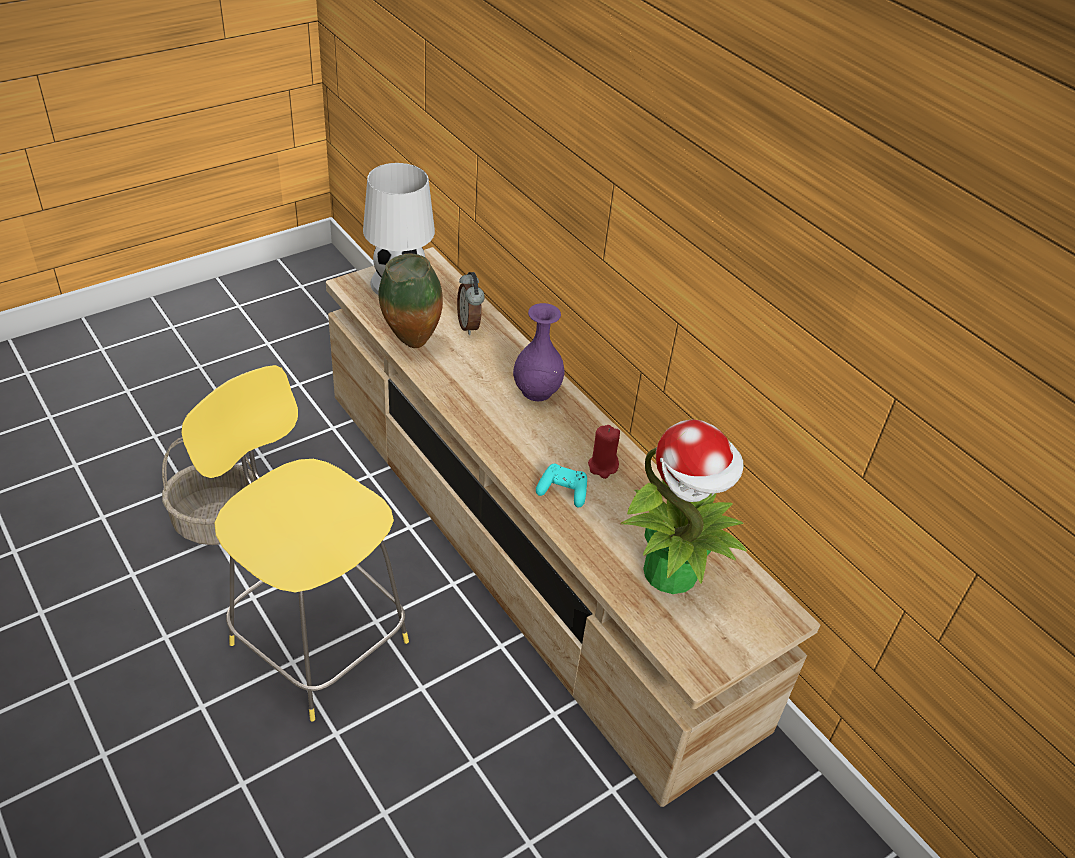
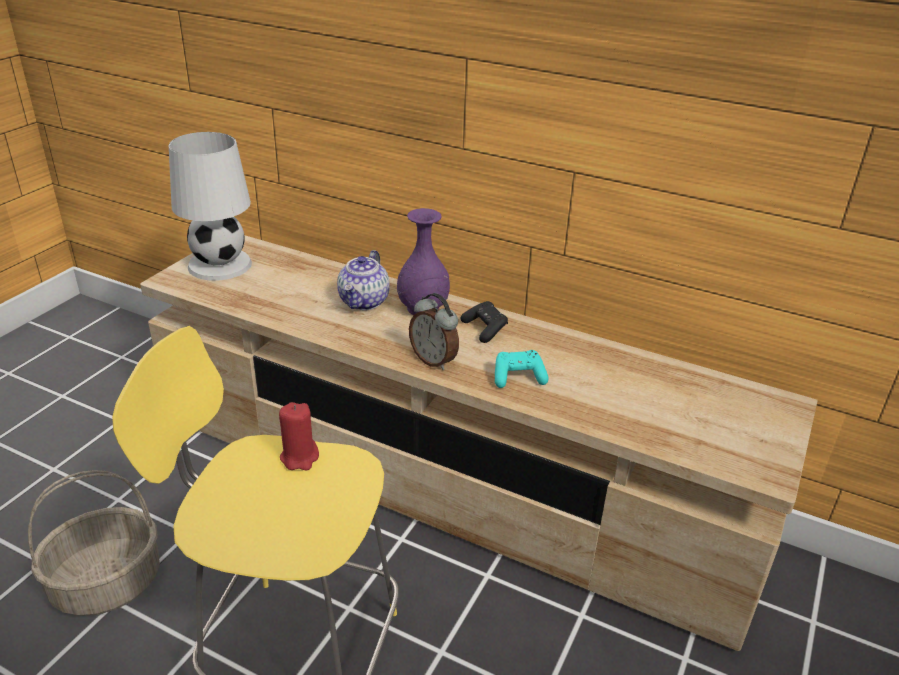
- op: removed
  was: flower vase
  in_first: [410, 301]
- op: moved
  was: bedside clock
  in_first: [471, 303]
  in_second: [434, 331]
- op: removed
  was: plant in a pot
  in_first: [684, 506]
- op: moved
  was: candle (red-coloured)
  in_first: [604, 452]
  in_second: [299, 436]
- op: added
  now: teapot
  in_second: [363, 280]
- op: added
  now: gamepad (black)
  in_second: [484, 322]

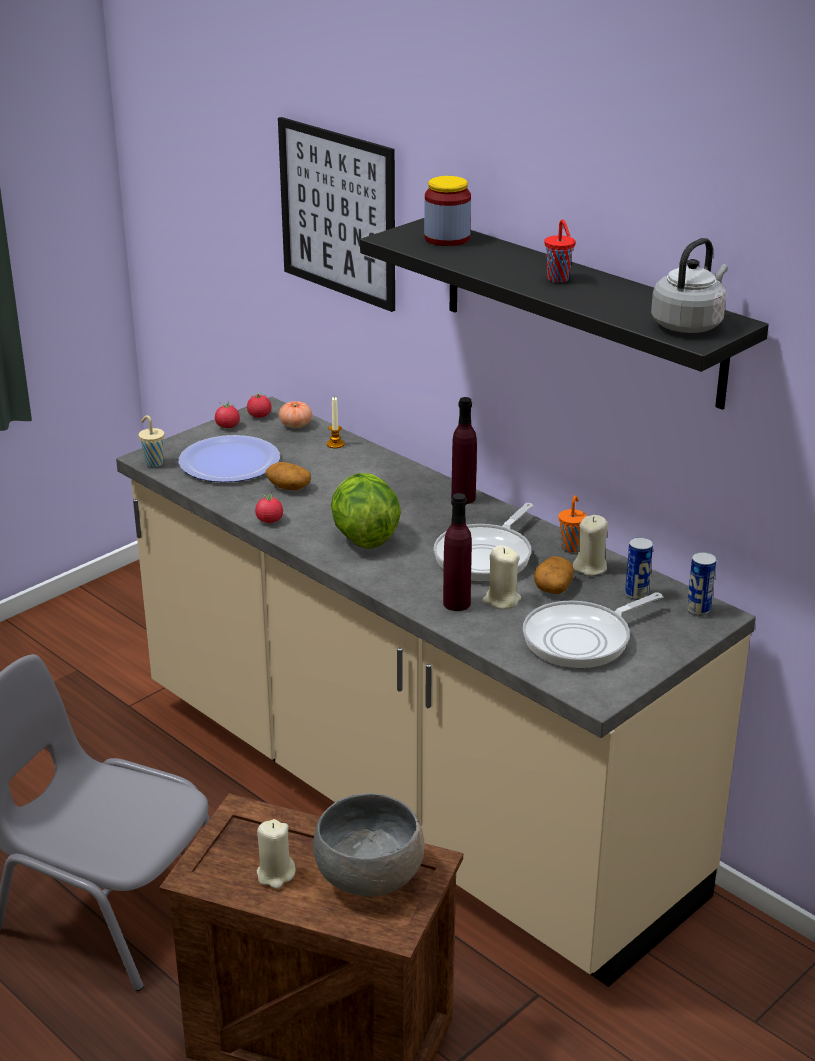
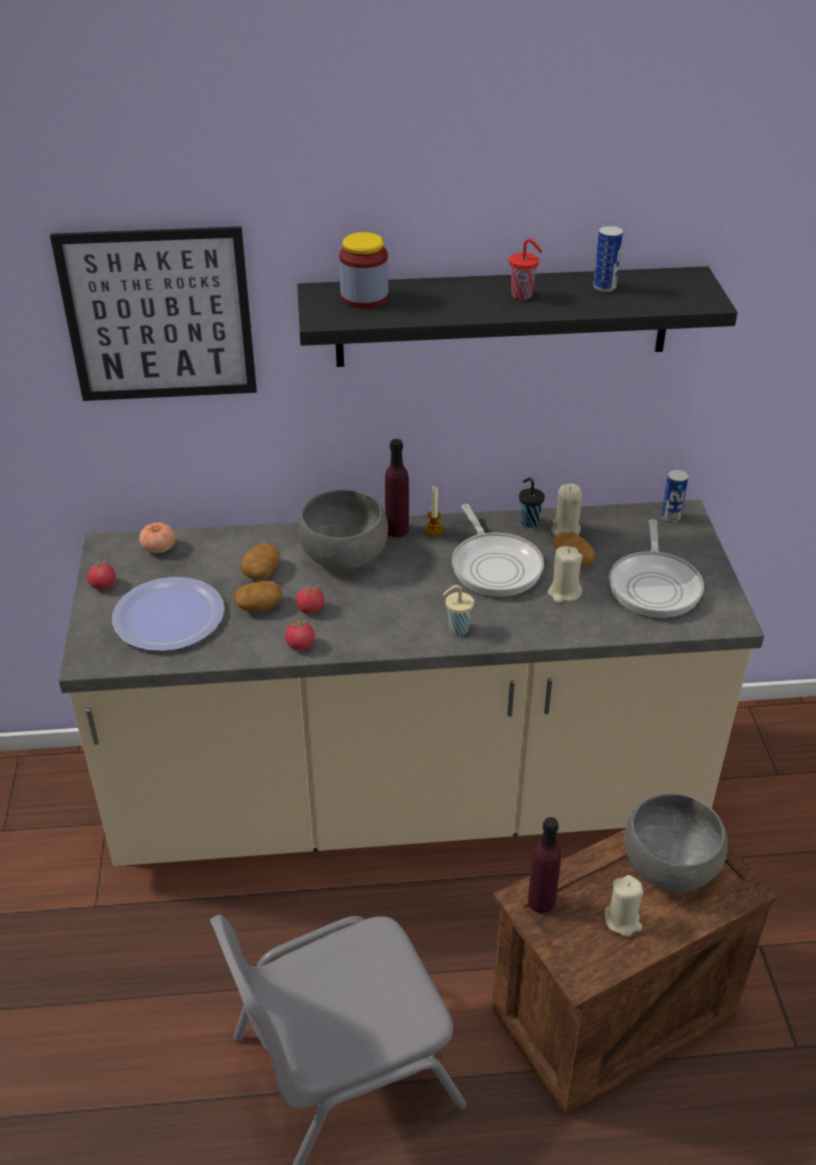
- op: removed
  was: water kettle (greyish)
  in_first: [689, 285]
- op: moved
  was: tomato
  in_first: [259, 405]
  in_second: [310, 599]
- op: moved
  was: candle
  in_first: [335, 422]
  in_second: [434, 511]
- op: moved
  was: small cup (sand-coloured)
  in_first: [151, 441]
  in_second: [458, 610]
- op: removed
  was: lettuce head
  in_first: [366, 510]
- op: moved
  was: drink bottle (purple)
  in_first: [457, 552]
  in_second: [544, 865]
- op: recoloured
  was: small cup (orange)
  now: small cup (black)
  in_first: [572, 524]
  in_second: [532, 503]
- op: moved
  was: can
  in_first: [639, 568]
  in_second: [608, 258]
- op: added
  now: bowl (greyish)
  in_second: [343, 529]
- op: added
  now: potato
  in_second: [260, 561]

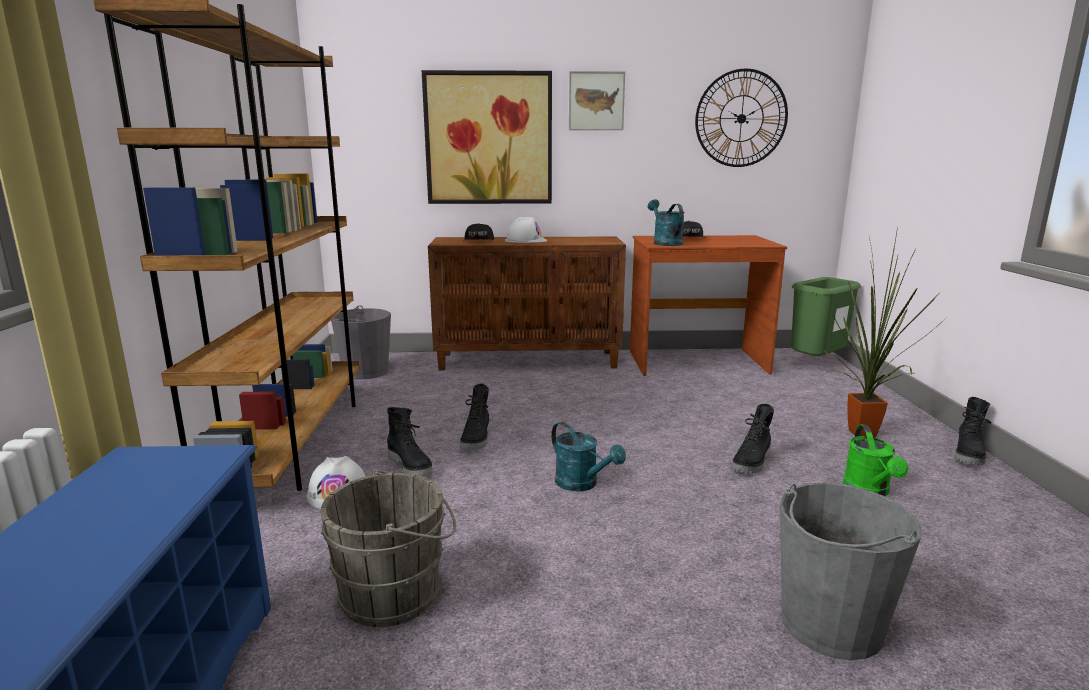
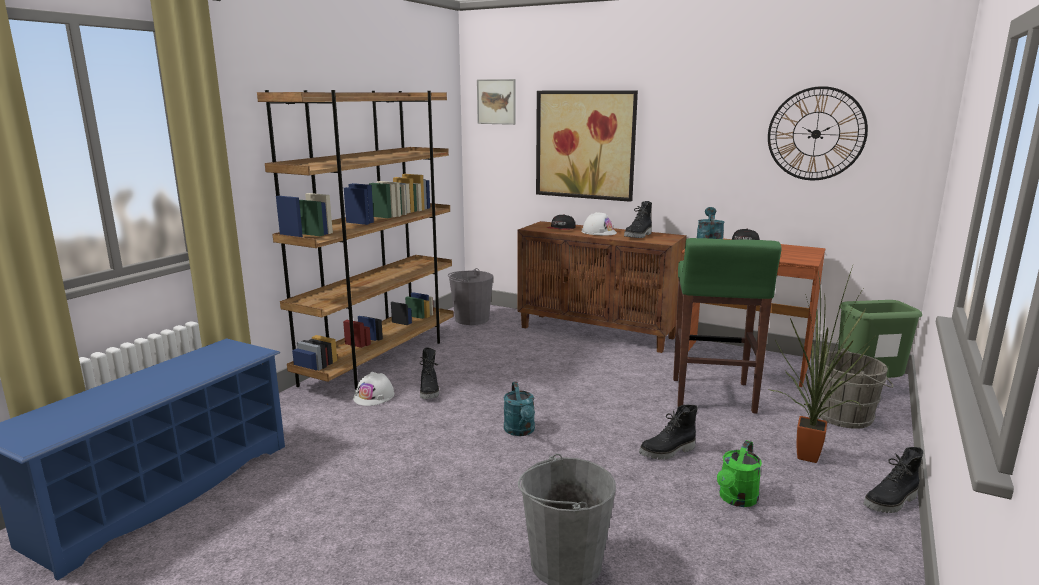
- op: moved
  was: wall picture
  in_first: [597, 100]
  in_second: [496, 102]
- op: moved
  was: high-top boot (black)
  in_first: [475, 417]
  in_second: [638, 219]
- op: moved
  was: pail (greyish)
  in_first: [388, 548]
  in_second: [855, 388]
- op: added
  now: stool (green)
  in_second: [727, 326]

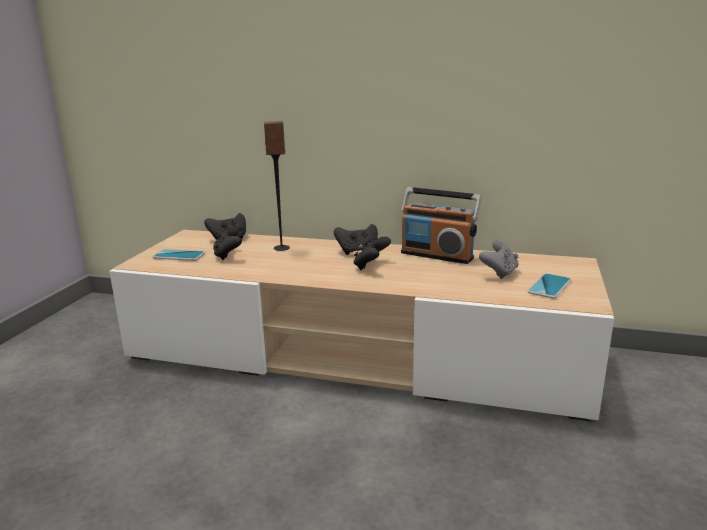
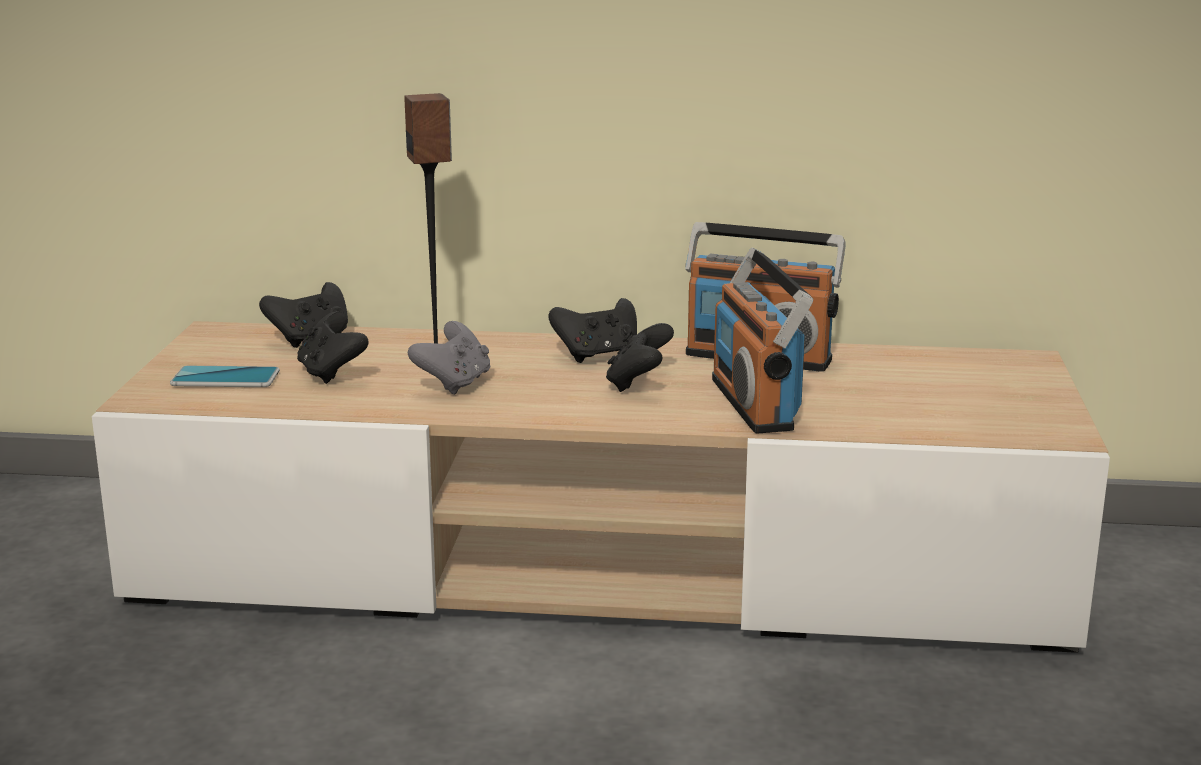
- op: moved
  was: gamepad (greyish)
  in_first: [498, 259]
  in_second: [449, 358]
- op: removed
  was: handset
  in_first: [549, 285]
- op: added
  now: radio
  in_second: [762, 341]

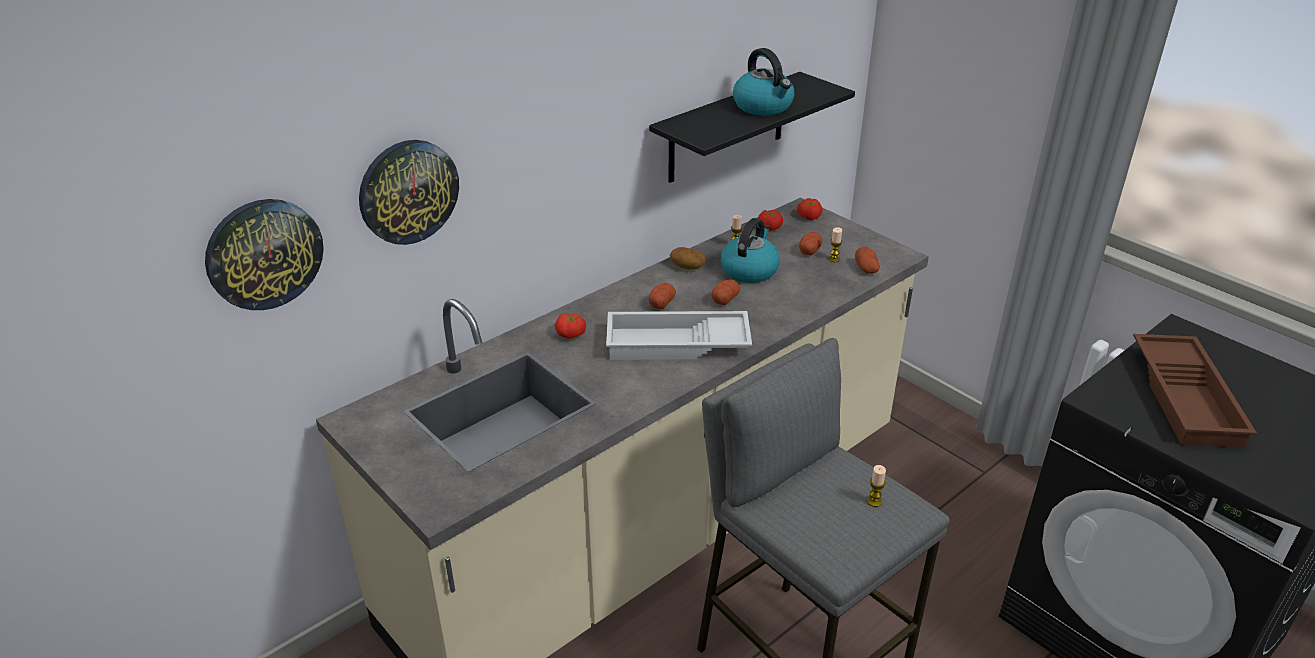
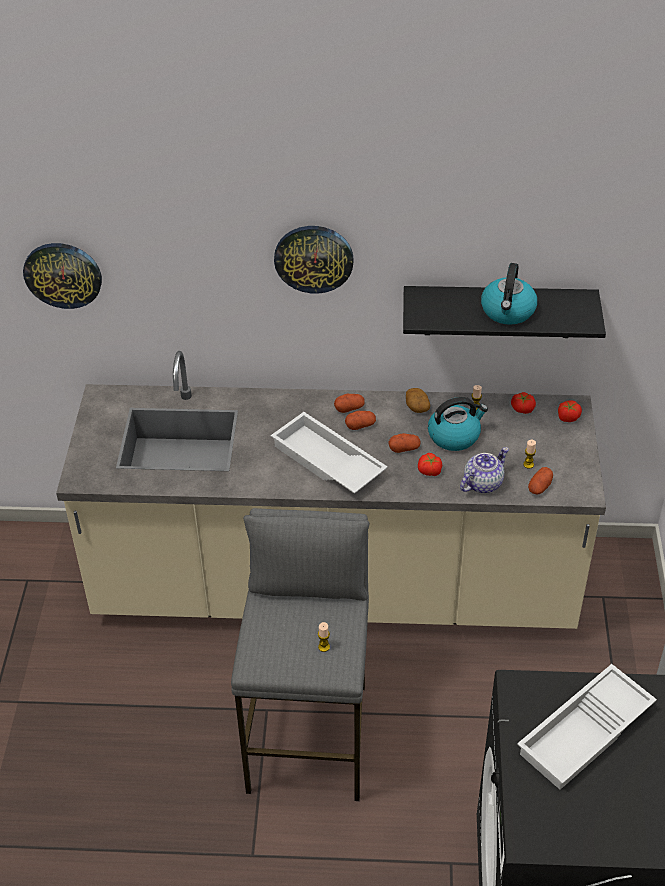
- op: moved
  was: hanging clock
  in_first: [409, 192]
  in_second: [314, 260]
- op: moved
  was: potato
  in_first: [811, 243]
  in_second: [349, 403]
- op: moved
  was: tomato
  in_first: [570, 326]
  in_second: [430, 464]
- op: recoloured
  was: carrying tray (brown)
  now: carrying tray (white)
  in_first: [1195, 391]
  in_second: [587, 727]
- op: added
  now: teapot
  in_second: [484, 470]

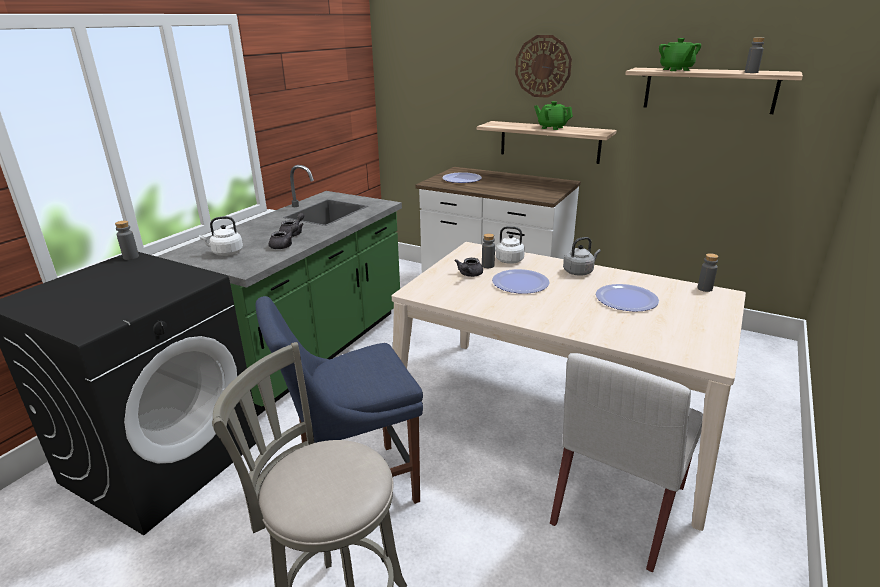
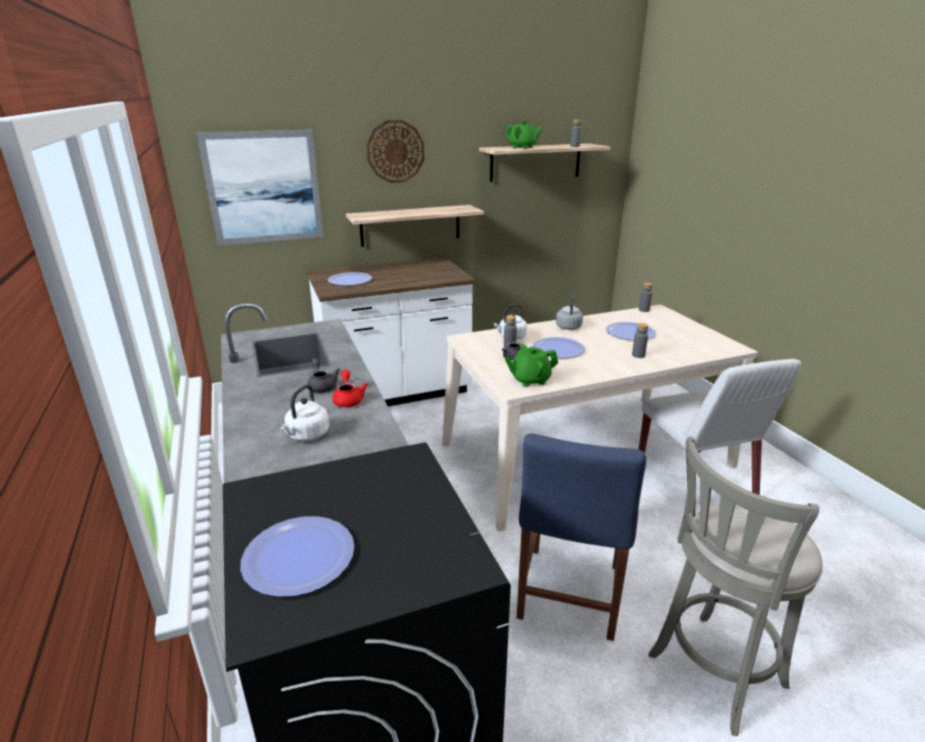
- op: moved
  was: teapot (green)
  in_first: [553, 115]
  in_second: [531, 365]
- op: moved
  was: drink bottle (greyish)
  in_first: [127, 240]
  in_second: [640, 340]
- op: recoloured
  was: teapot (greyish)
  now: teapot (red-coloured)
  in_first: [284, 236]
  in_second: [350, 388]
- op: added
  now: wall picture
  in_second: [260, 188]
- op: added
  now: plate
  in_second: [297, 556]

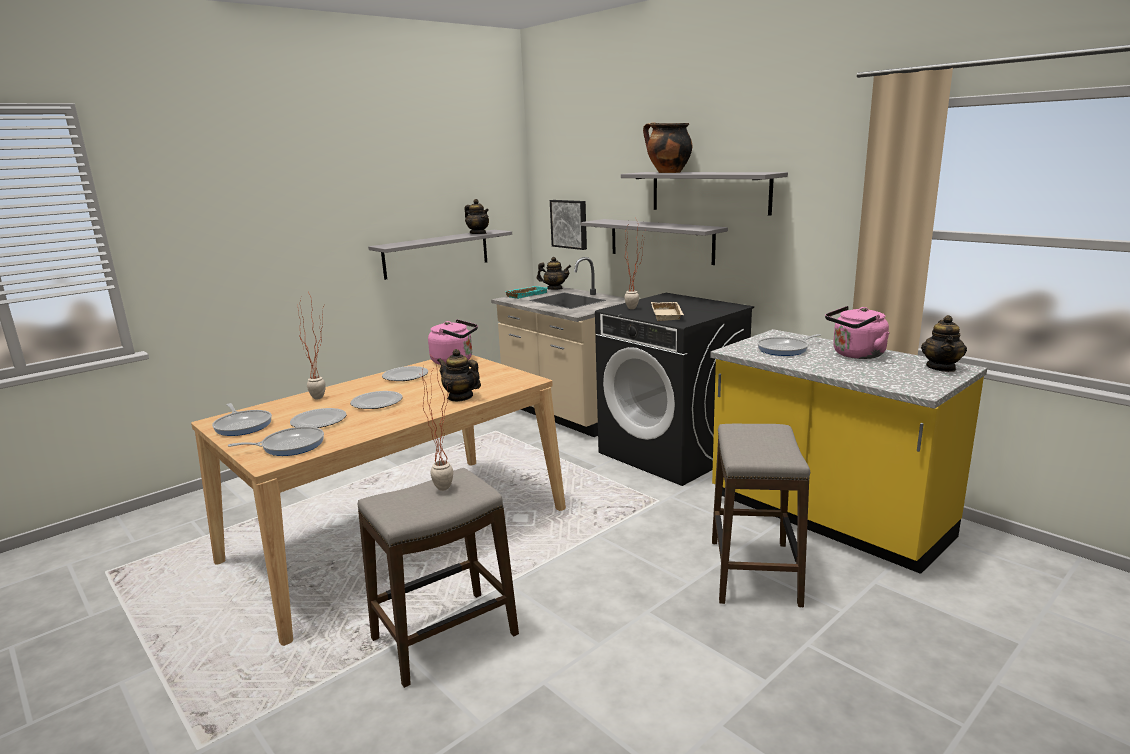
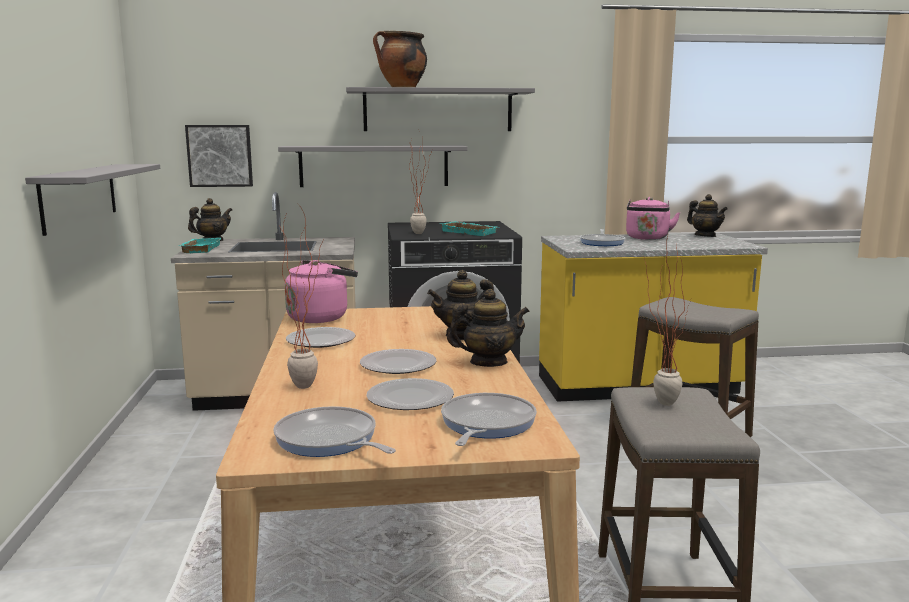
- op: moved
  was: teapot
  in_first: [476, 216]
  in_second: [488, 328]
- op: recoloured
  was: carrying tray (sand-coloured)
  now: carrying tray (turquoise)
  in_first: [667, 311]
  in_second: [468, 228]
- op: turned
  was: frying pan
  in_first: [242, 419]
  in_second: [334, 431]
  clockwise: -135

